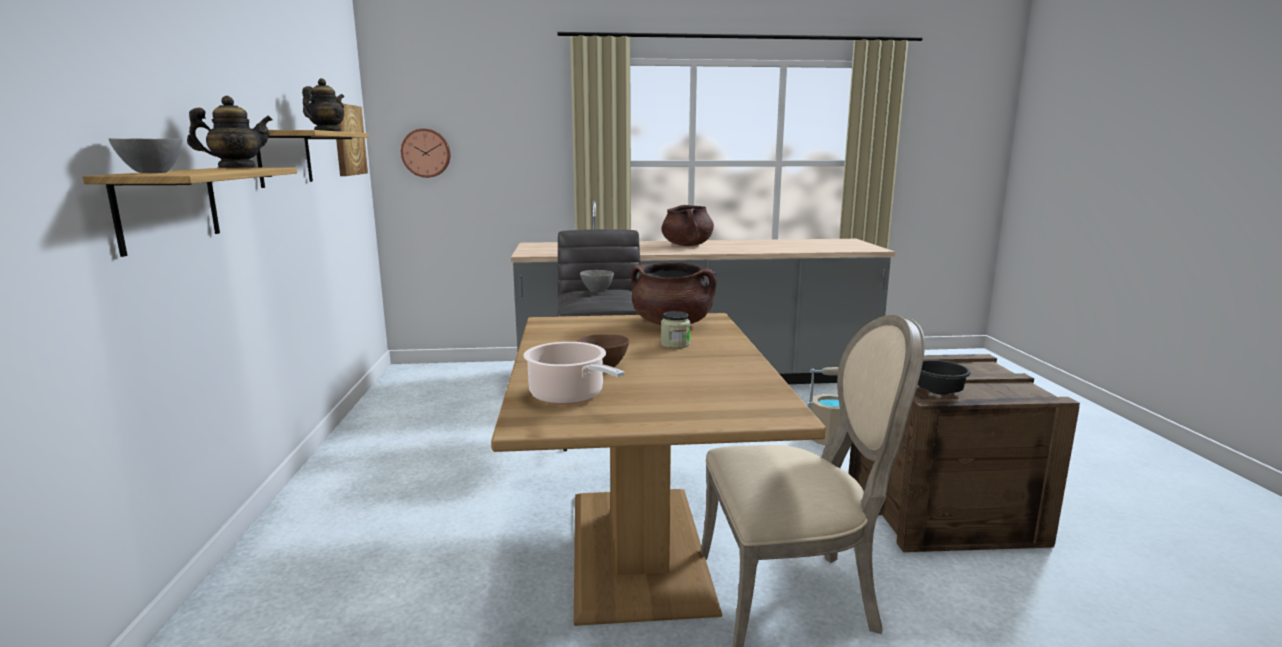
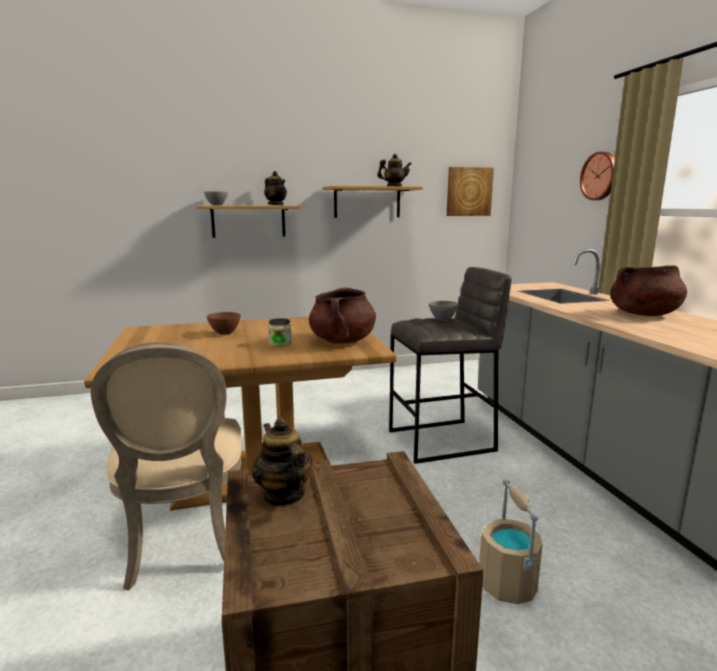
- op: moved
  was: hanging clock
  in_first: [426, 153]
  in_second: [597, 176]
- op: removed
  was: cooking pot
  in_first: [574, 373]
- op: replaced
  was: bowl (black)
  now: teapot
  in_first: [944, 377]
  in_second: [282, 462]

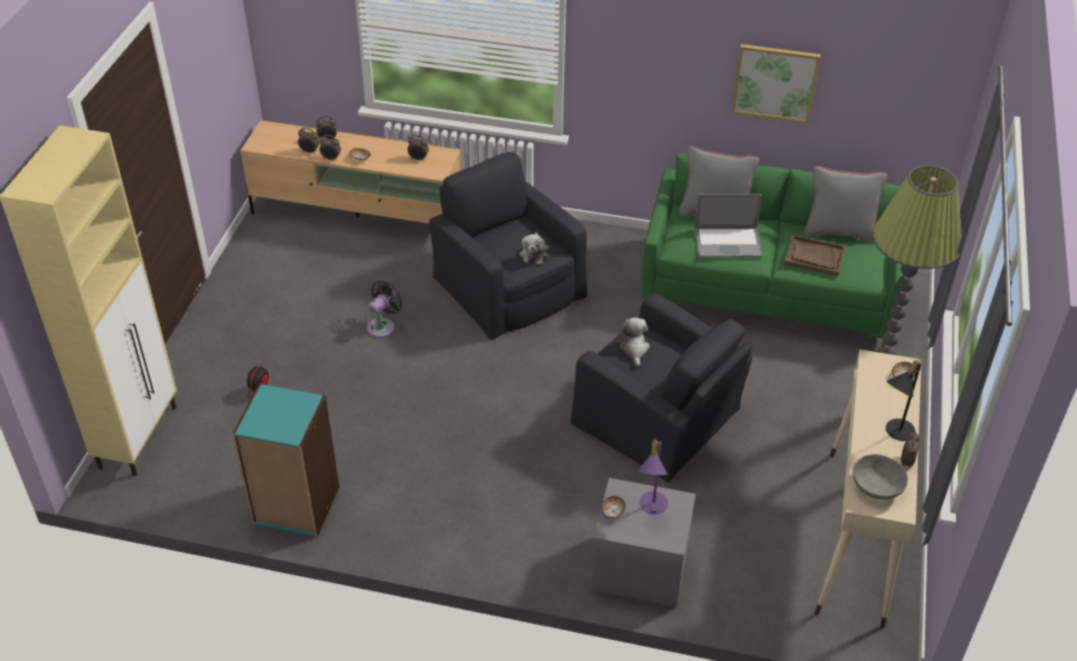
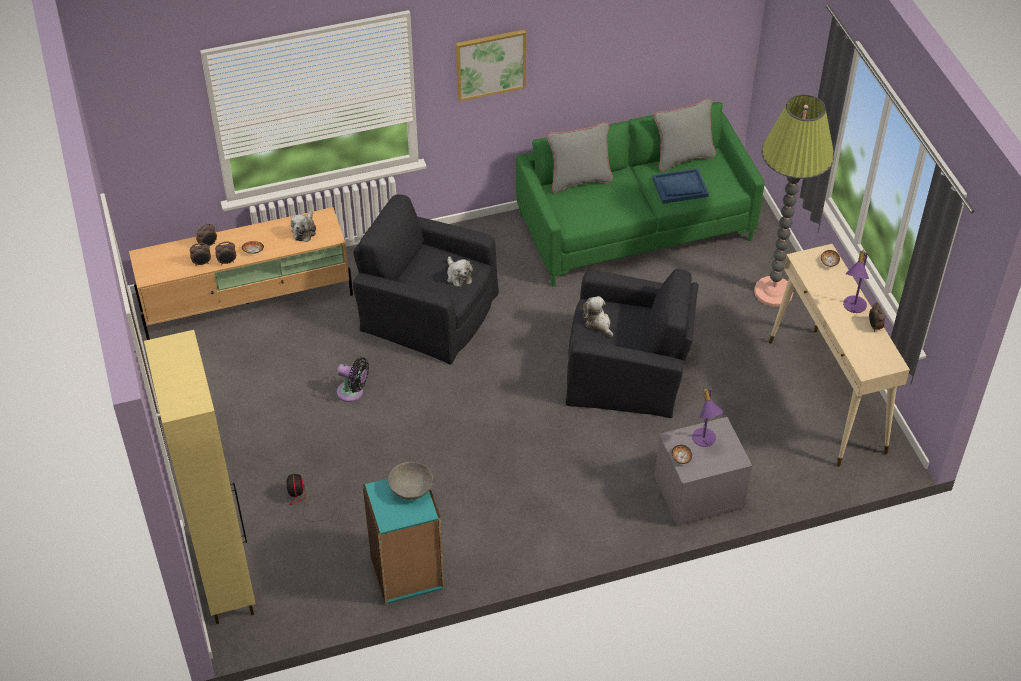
- op: moved
  was: wall picture
  in_first: [776, 84]
  in_second: [491, 65]
- op: replaced
  was: bedside clock
  now: soft toy
  in_first: [418, 148]
  in_second: [303, 226]
- op: removed
  was: portable computer
  in_first: [728, 226]
- op: recoloured
  was: carrying tray (brown)
  now: carrying tray (bluish)
  in_first: [815, 255]
  in_second: [681, 186]
- op: turned
  was: fan (black)
  in_first: [385, 309]
  in_second: [353, 379]
  clockwise: 105
- op: recoloured
  was: lamp for a table (black)
  now: lamp for a table (purple)
  in_first: [903, 400]
  in_second: [856, 281]
- op: moved
  was: bowl (greyish)
  in_first: [880, 477]
  in_second: [410, 481]

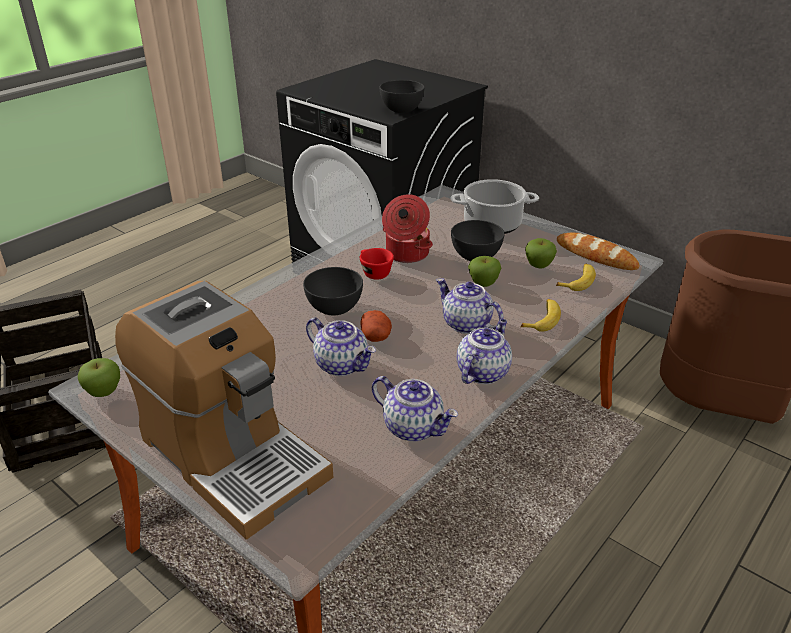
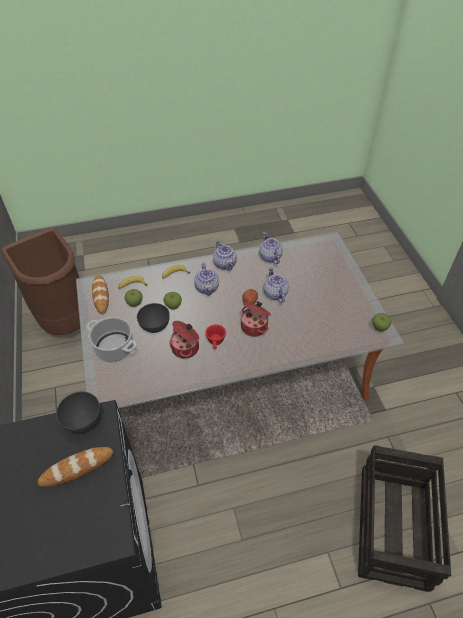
- op: replaced
  was: bowl (greyish)
  now: cooking pot
  in_first: [333, 291]
  in_second: [256, 319]
- op: removed
  was: coffee machine
  in_first: [224, 410]
- op: turned
  was: teapot
  in_first: [484, 351]
  in_second: [225, 255]
  clockwise: -90
- op: added
  now: baked bread
  in_second: [75, 467]

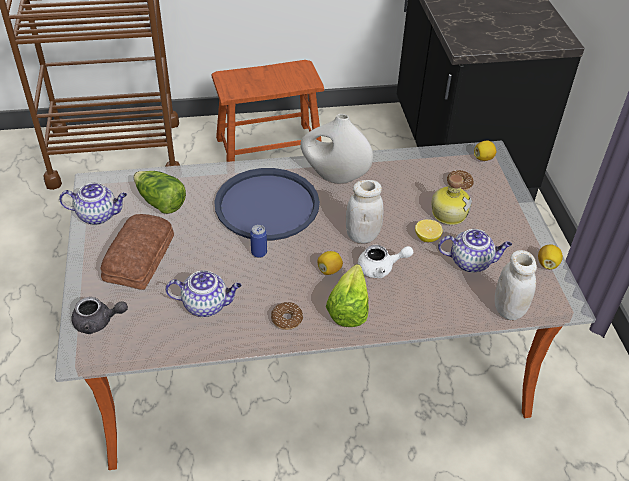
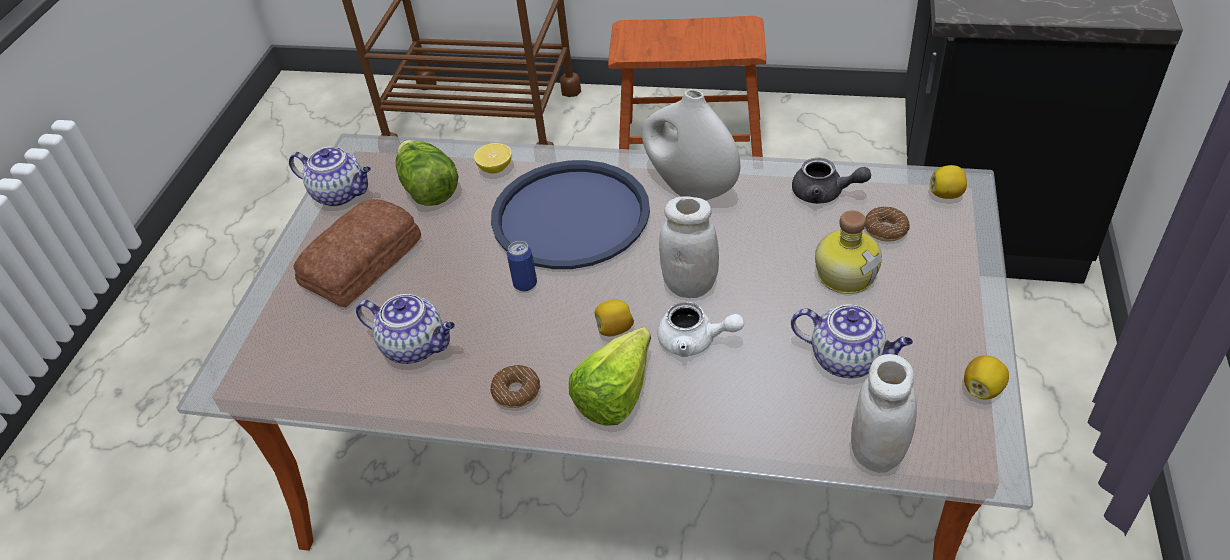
- op: moved
  was: lemon
  in_first: [429, 230]
  in_second: [493, 158]
- op: moved
  was: teapot (greyish)
  in_first: [99, 315]
  in_second: [831, 181]

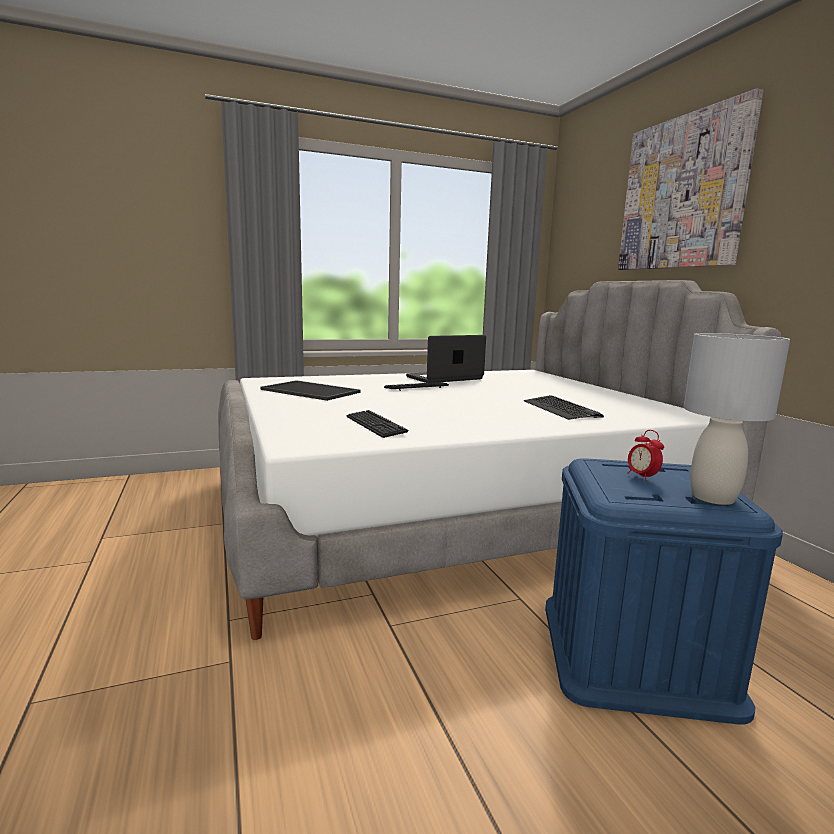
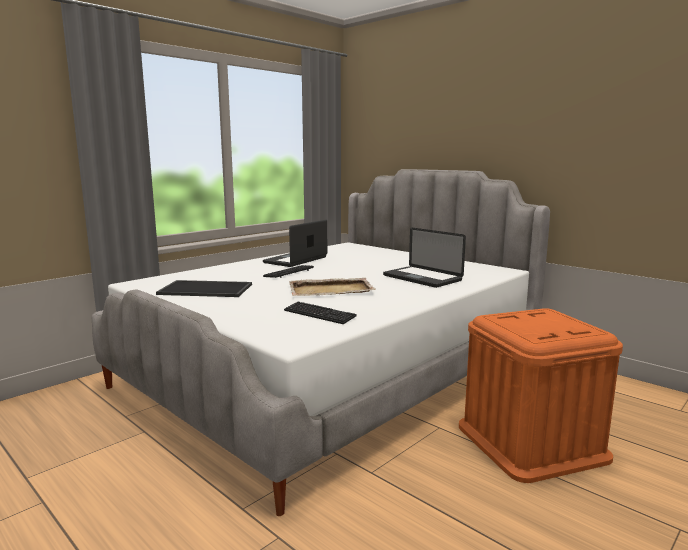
- op: removed
  was: wall picture
  in_first: [690, 179]
- op: removed
  was: lamp for a table (greyish)
  in_first: [737, 419]
- op: replaced
  was: computer keyboard
  now: portable computer
  in_first: [564, 407]
  in_second: [424, 258]
- op: removed
  was: bedside clock
  in_first: [645, 455]
- op: recoloured
  was: storage box (bluish)
  now: storage box (orange)
  in_first: [664, 591]
  in_second: [541, 395]
- op: added
  now: carrying tray (sand-coloured)
  in_second: [332, 287]

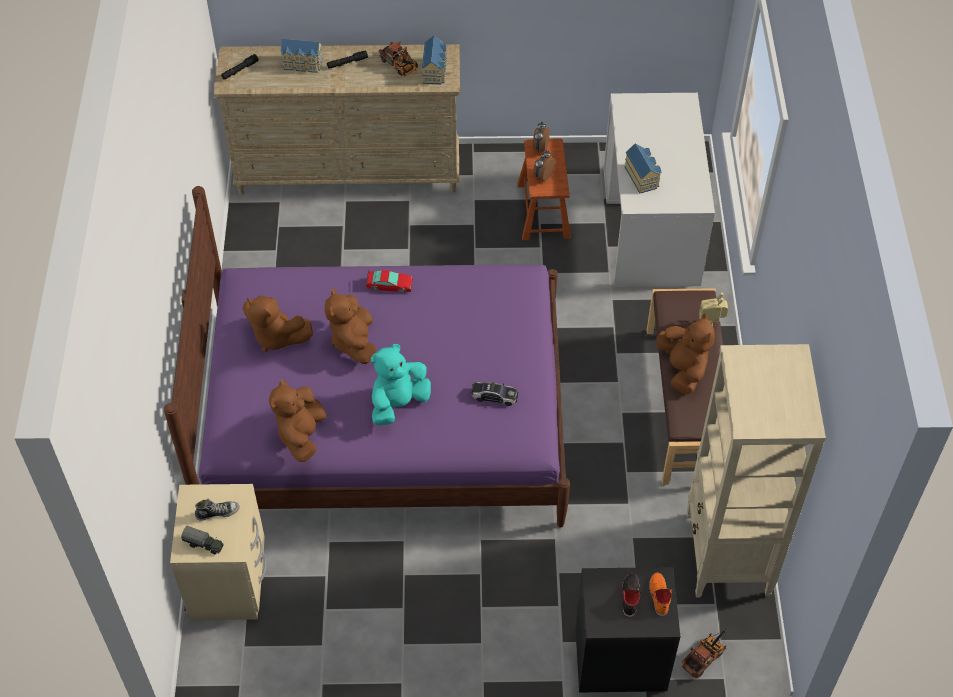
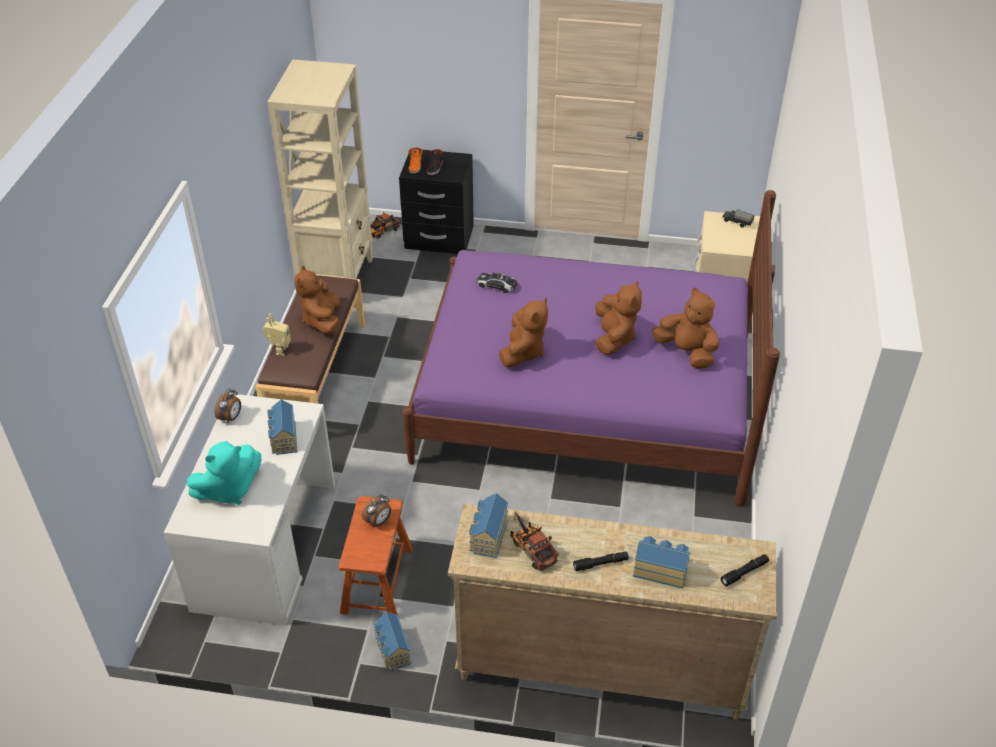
- op: moved
  was: bedside clock
  in_first: [541, 136]
  in_second: [227, 405]
- op: removed
  was: model car
  in_first: [389, 281]
- op: moved
  was: soft toy (turquoise)
  in_first: [401, 384]
  in_second: [224, 473]
- op: moved
  was: soft toy (brown)
  in_first: [298, 420]
  in_second: [523, 332]
- op: removed
  was: low shoe
  in_first: [217, 510]
- op: added
  now: miniature house
  in_second: [392, 641]

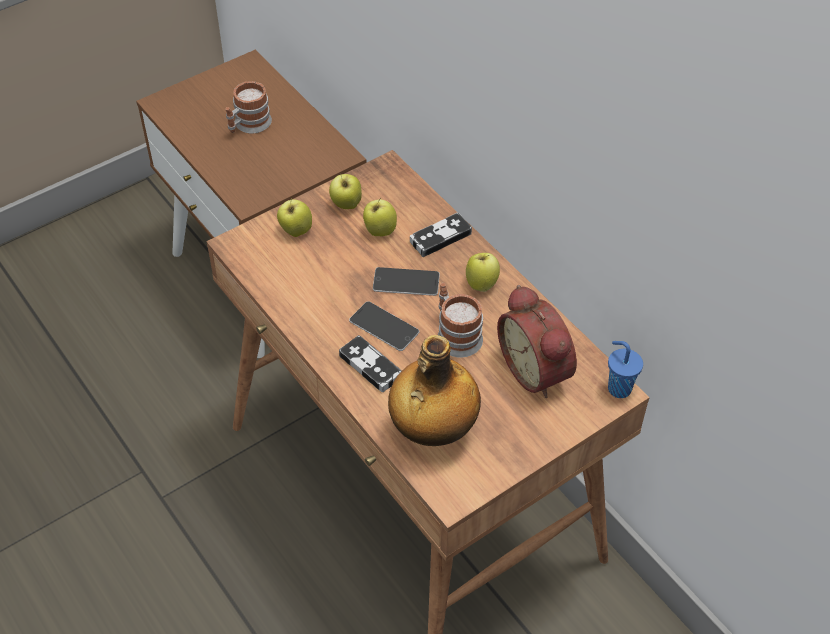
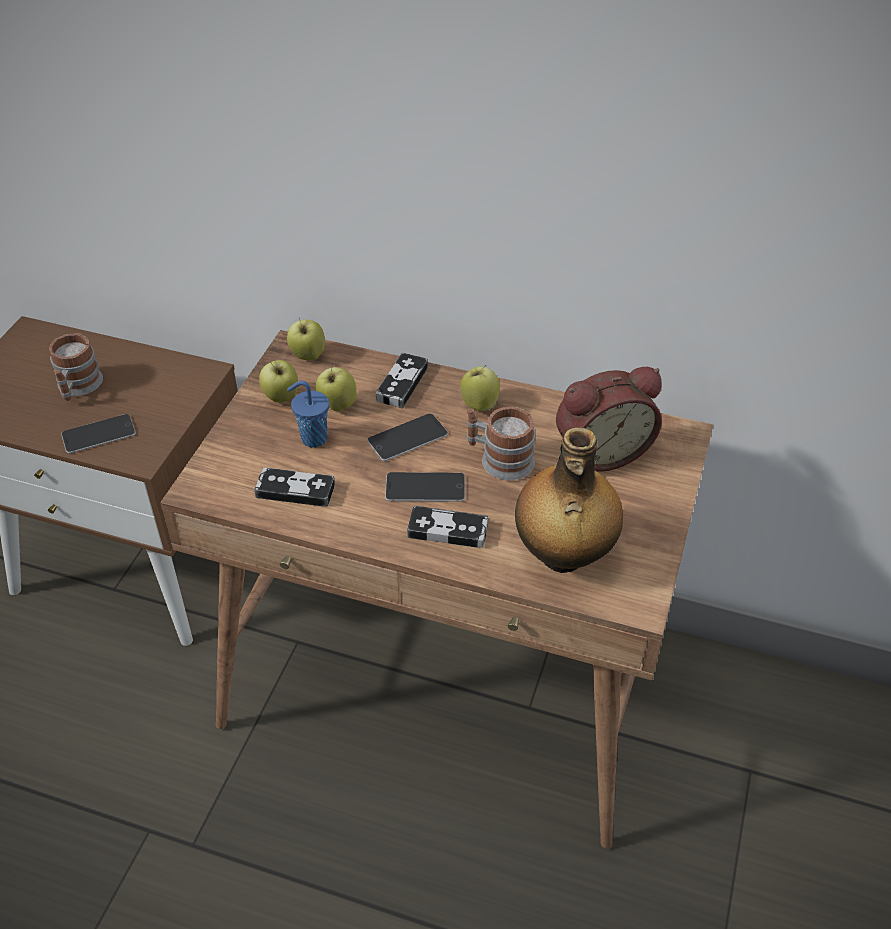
- op: moved
  was: whole apple
  in_first: [294, 217]
  in_second: [306, 338]
- op: turned
  was: bedside clock
  in_first: [537, 341]
  in_second: [609, 419]
  clockwise: -45
- op: moved
  was: small cup (bluish)
  in_first: [625, 369]
  in_second: [308, 414]
- op: added
  now: handset
  in_second: [98, 433]
- op: added
  now: gamepad
  in_second: [294, 487]

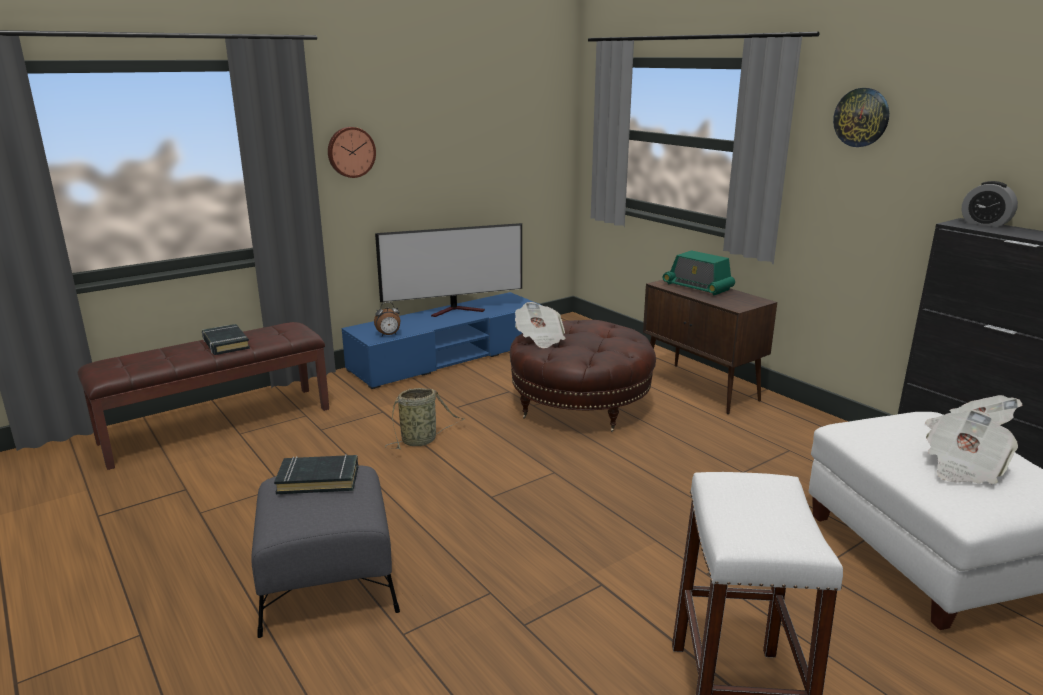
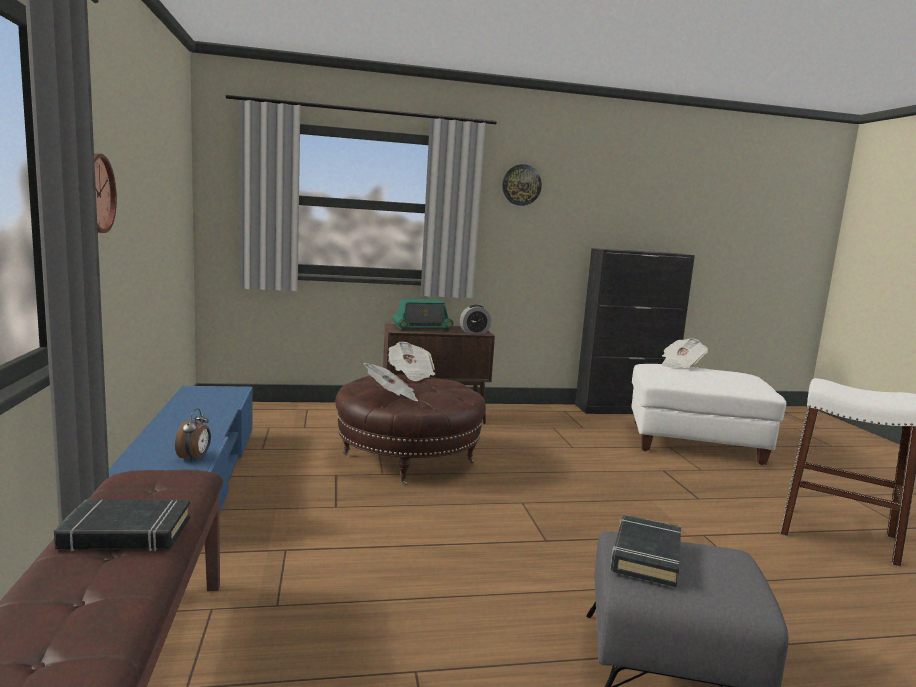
- op: moved
  was: bedside clock
  in_first: [990, 204]
  in_second: [475, 319]
- op: removed
  was: television
  in_first: [448, 270]
- op: removed
  was: basket
  in_first: [424, 418]
- op: moved
  was: daily paper
  in_first: [972, 447]
  in_second: [411, 361]

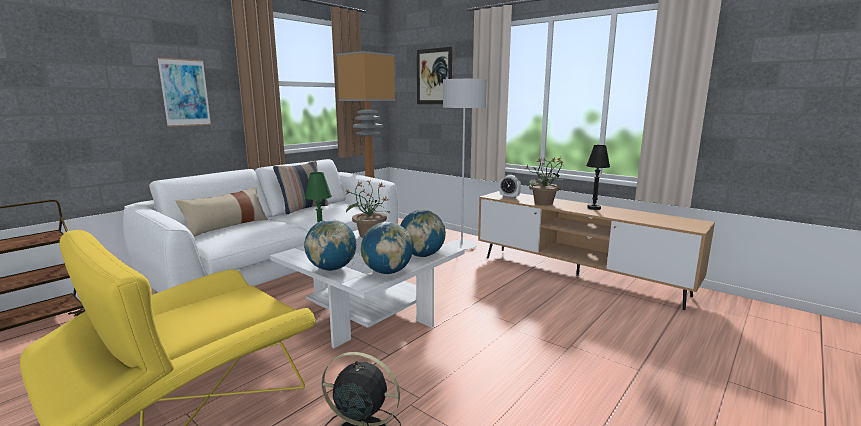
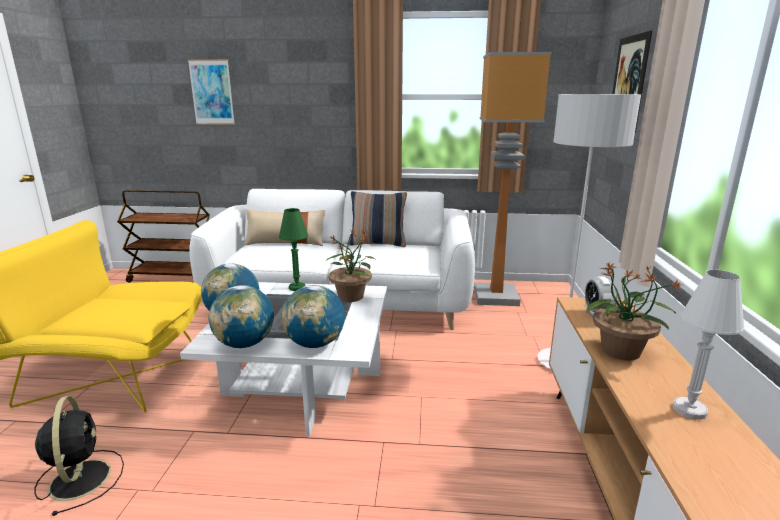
- op: moved
  was: wall picture
  in_first: [184, 92]
  in_second: [211, 92]
- op: recoloured
  was: lamp for a table (black)
  now: lamp for a table (white)
  in_first: [598, 177]
  in_second: [709, 345]

